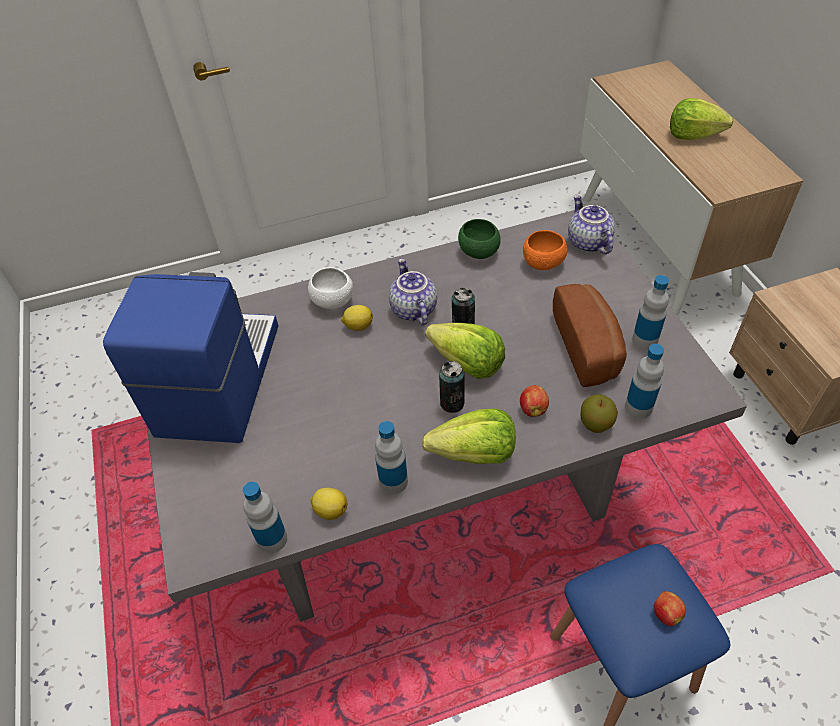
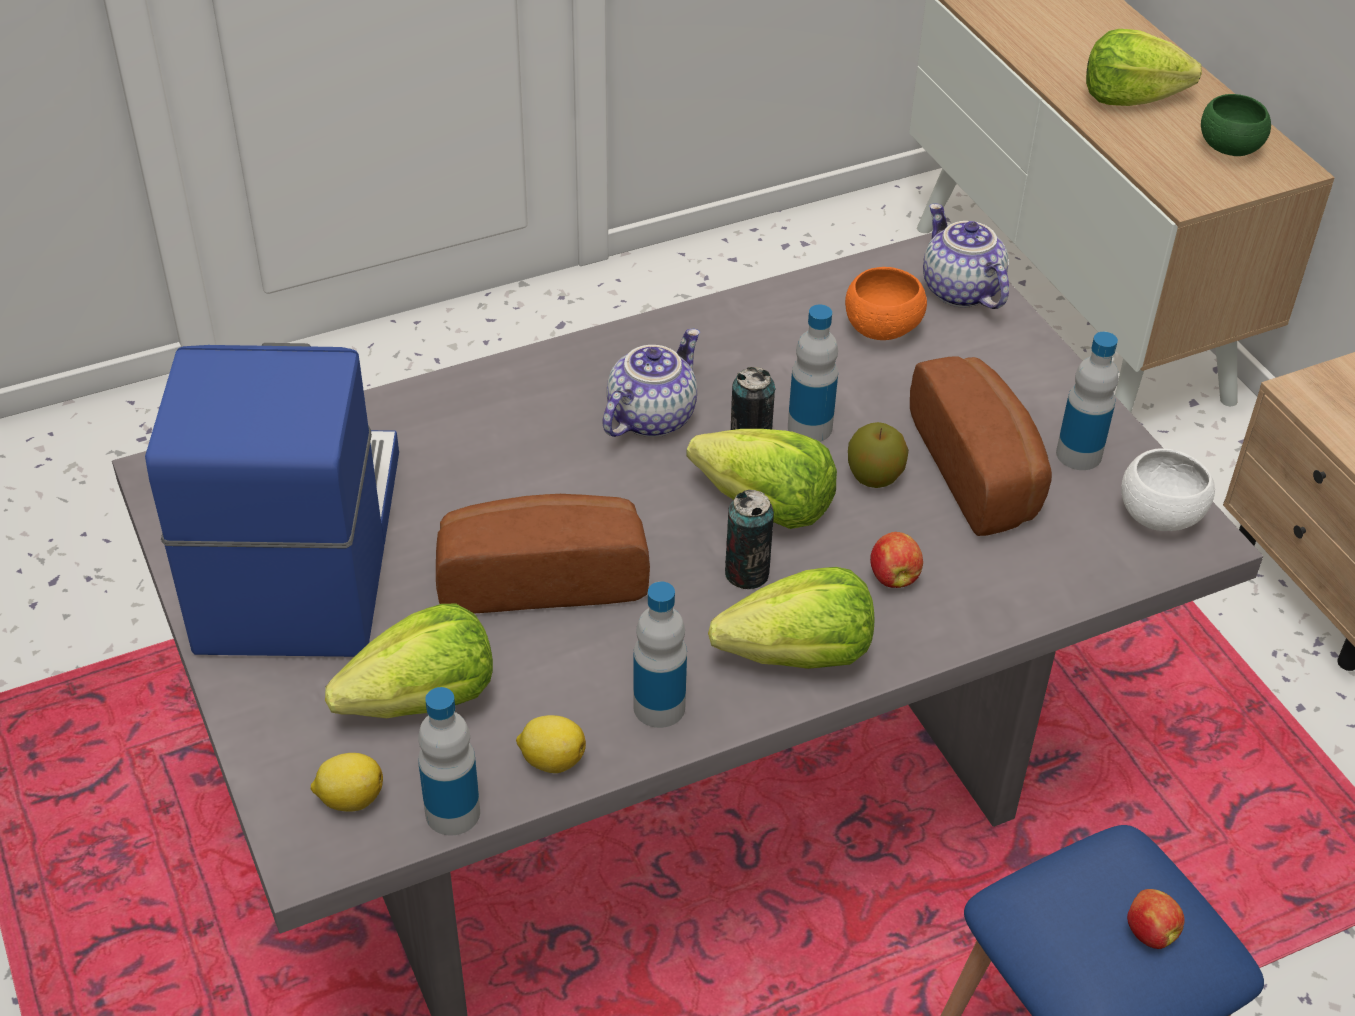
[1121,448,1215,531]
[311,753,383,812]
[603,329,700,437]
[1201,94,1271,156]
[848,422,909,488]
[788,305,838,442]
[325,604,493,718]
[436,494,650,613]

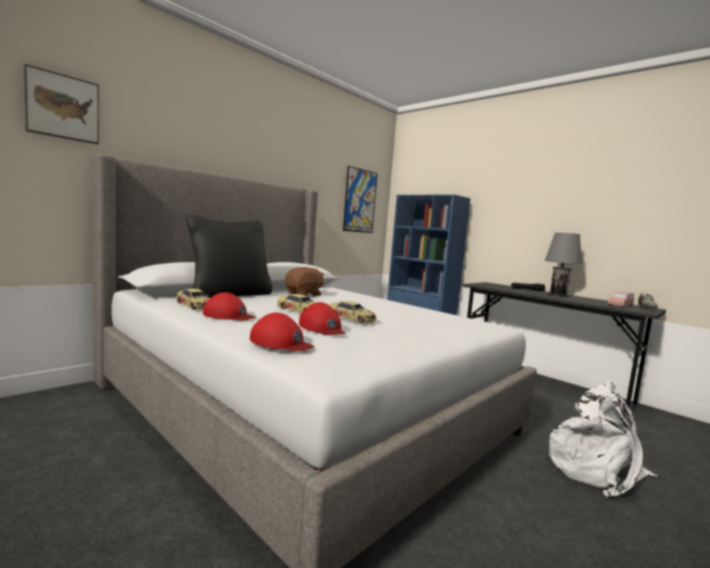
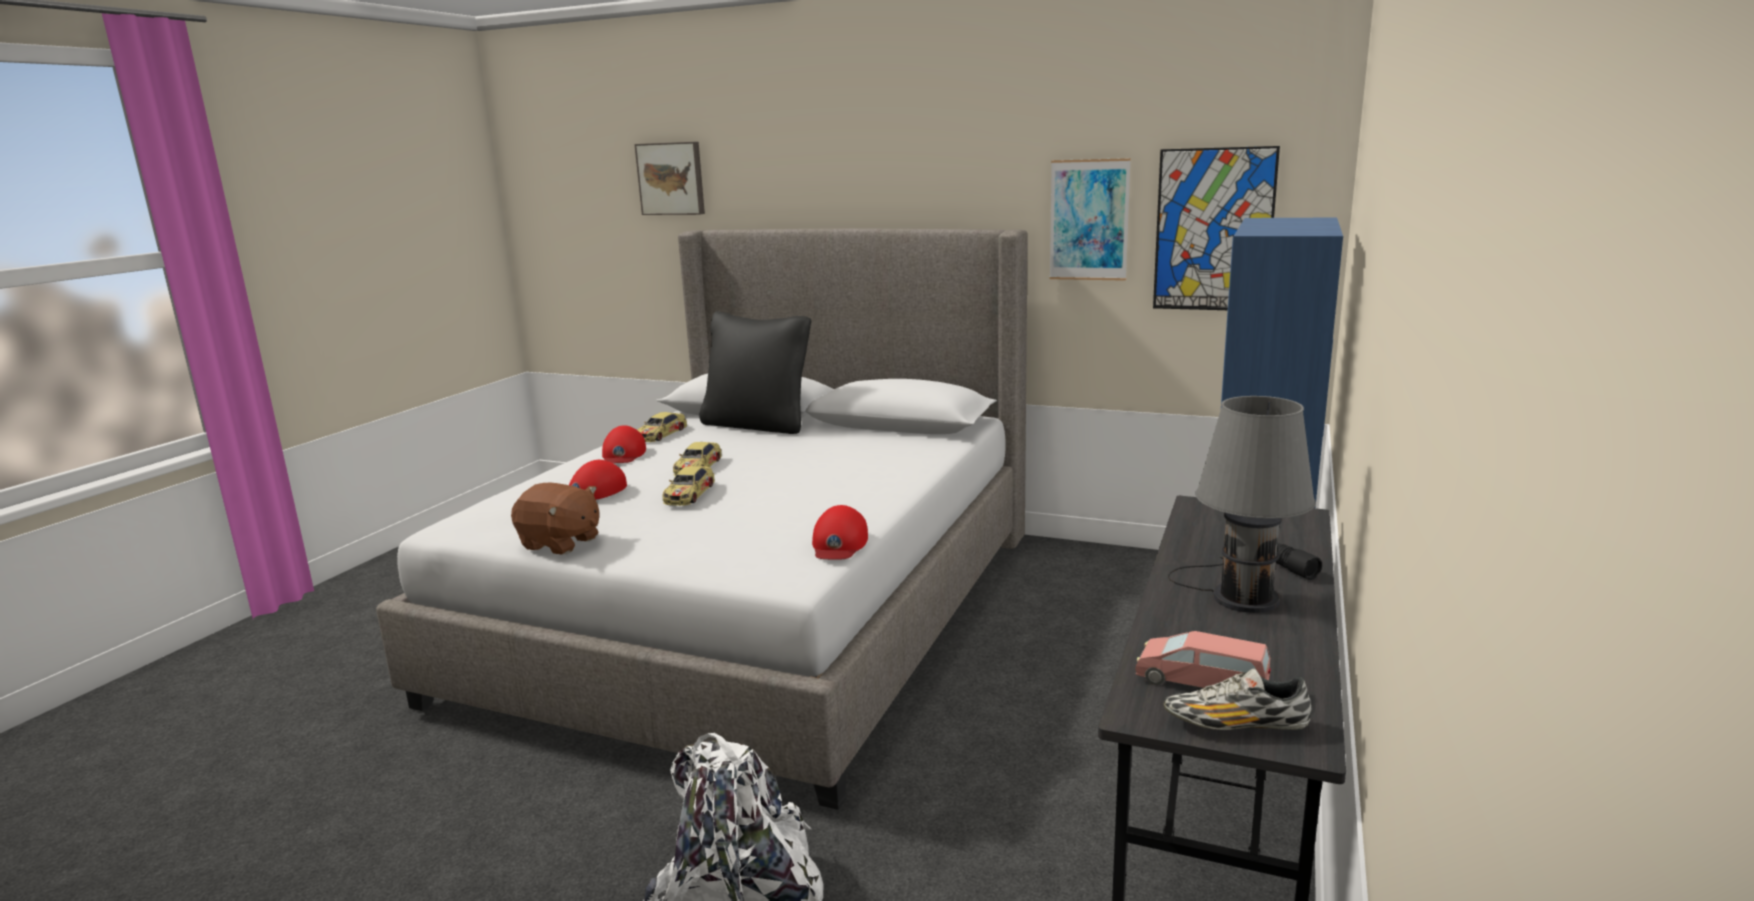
[812,505,868,560]
[511,483,599,554]
[1049,158,1131,281]

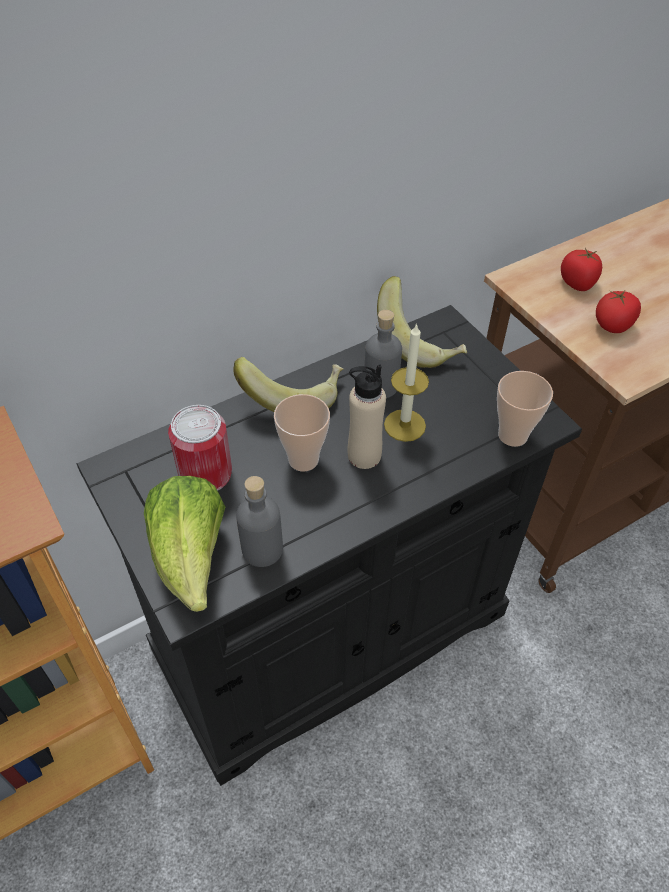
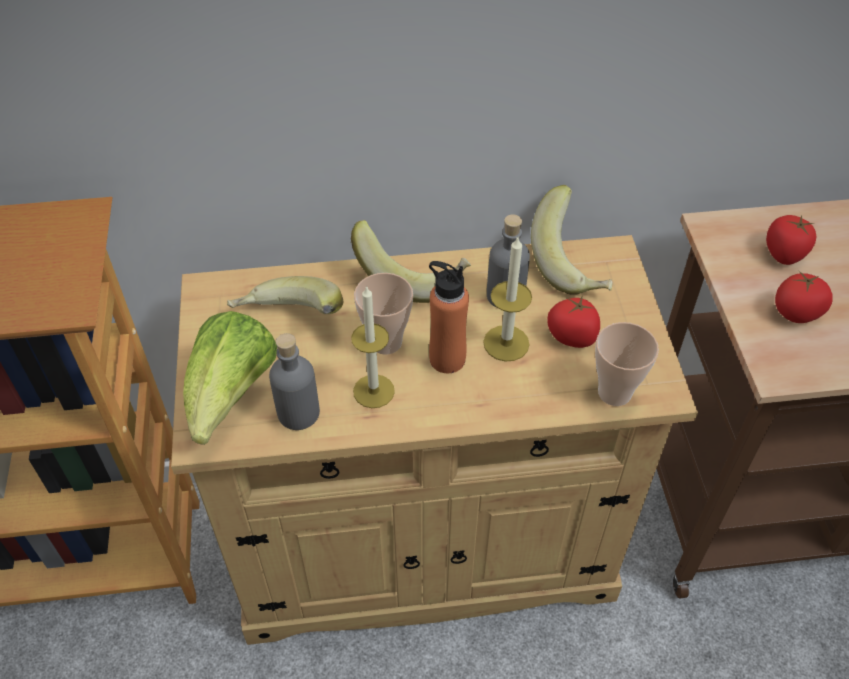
[171,235,698,645]
[227,276,343,314]
[429,261,469,373]
[351,285,395,408]
[547,296,600,348]

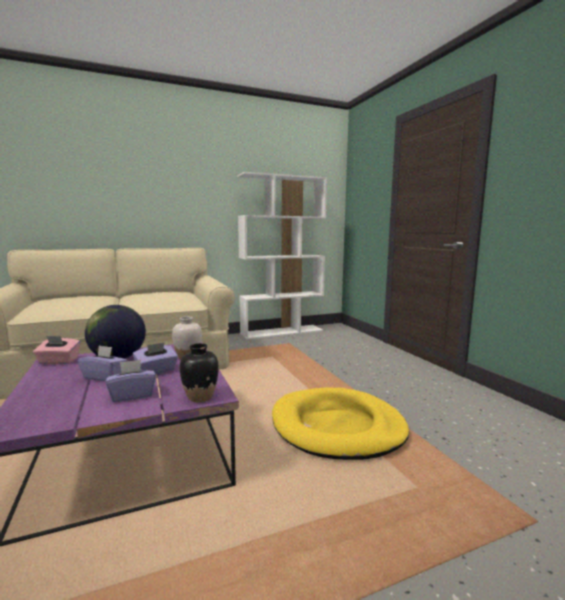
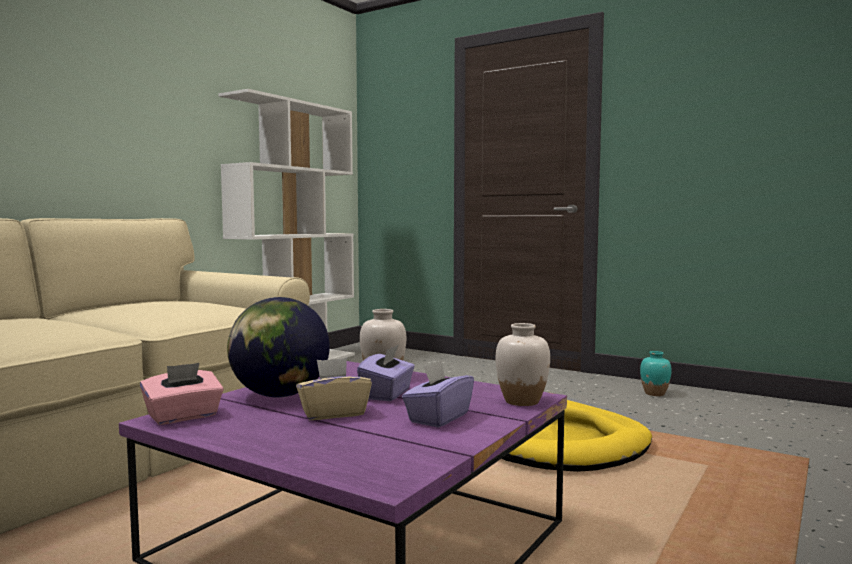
[296,358,372,420]
[496,323,550,406]
[640,351,672,396]

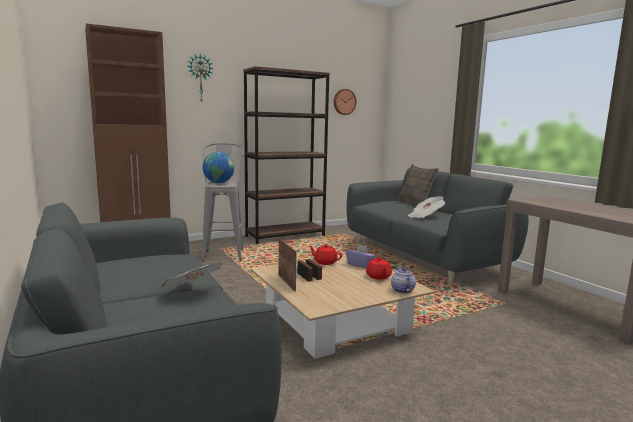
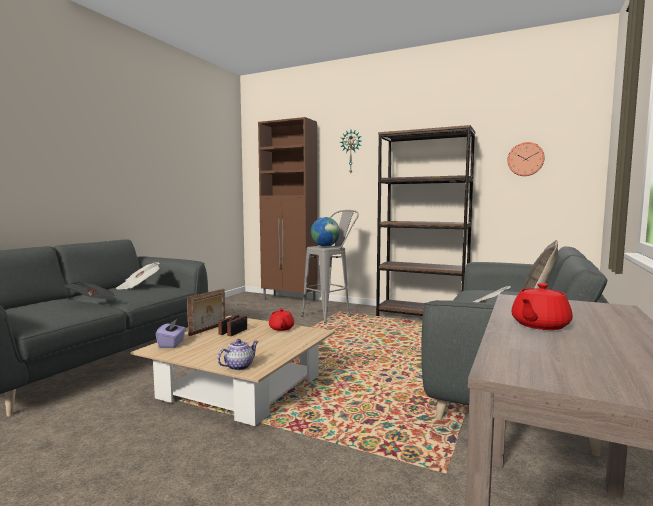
[156,319,186,348]
[512,283,573,330]
[116,262,160,290]

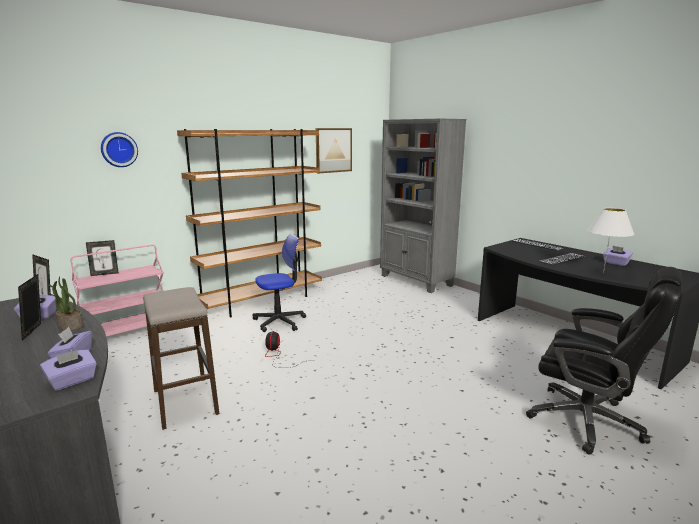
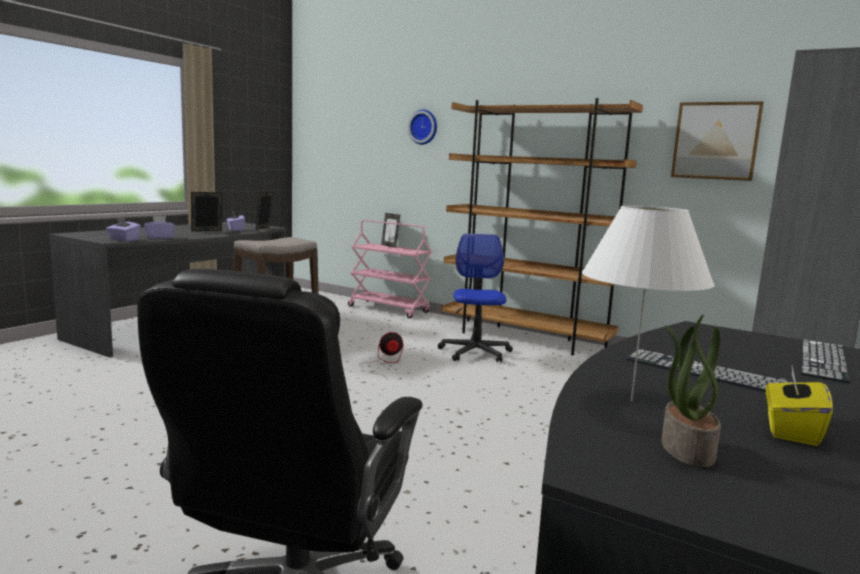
[661,315,721,468]
[438,233,513,362]
[766,366,833,446]

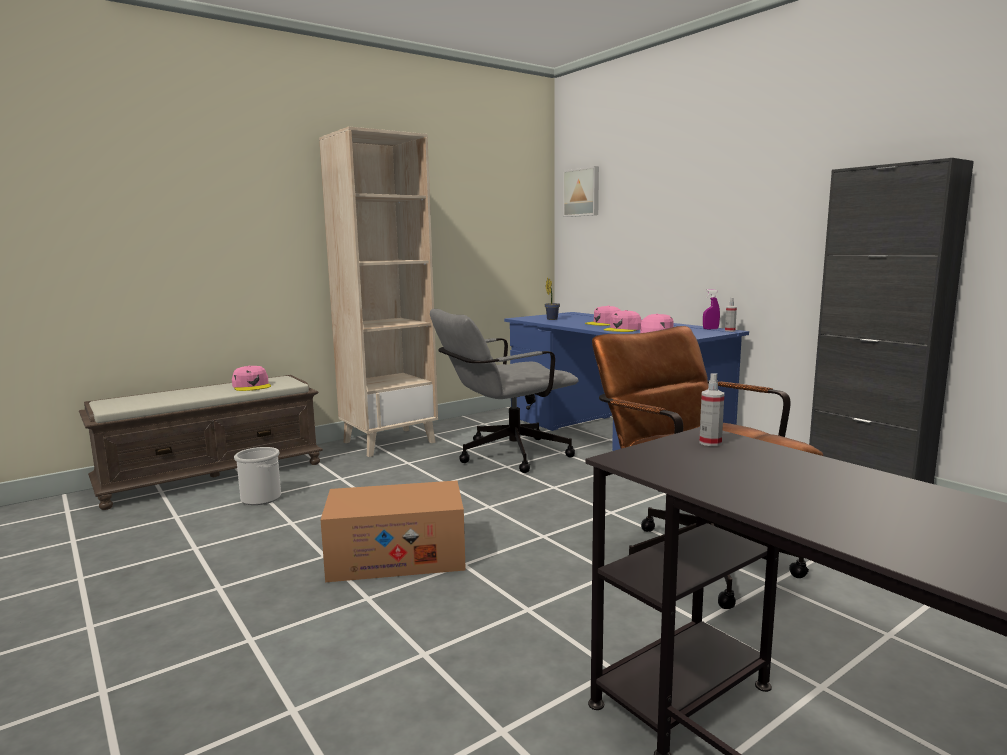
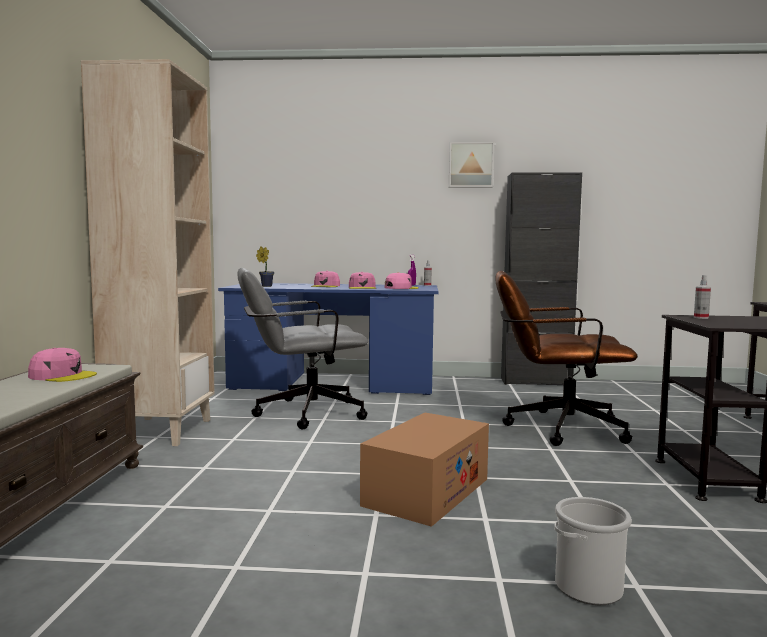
[554,497,632,605]
[237,268,368,430]
[449,142,494,188]

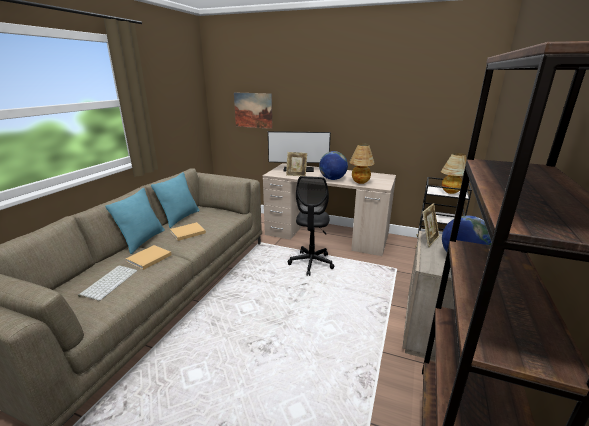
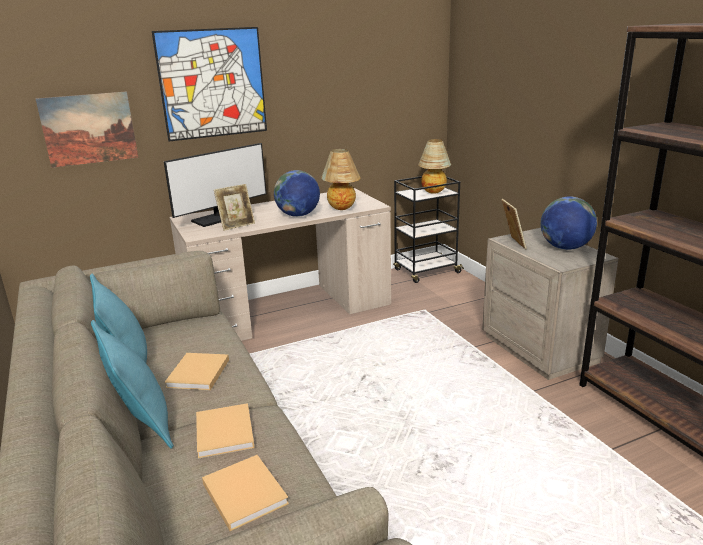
[202,455,289,531]
[288,176,334,276] (first image)
[152,27,267,141]

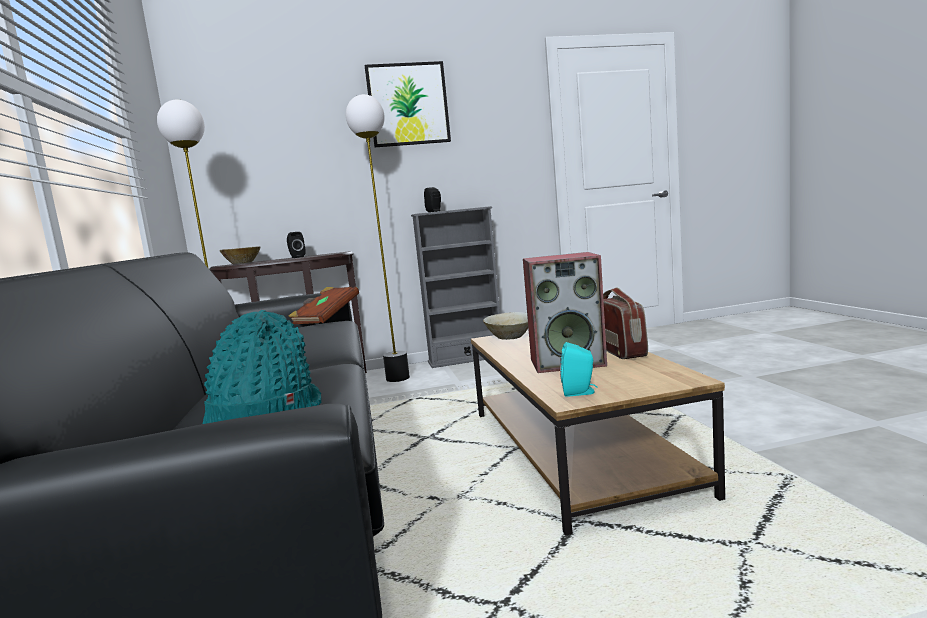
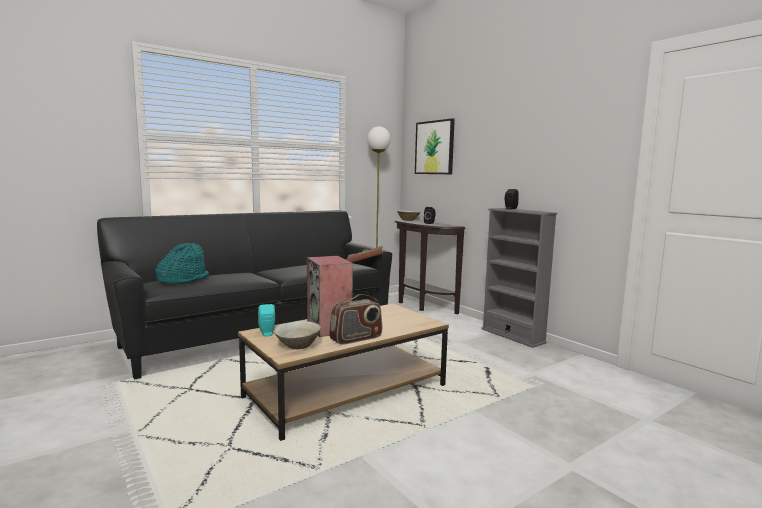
[346,94,410,382] (first image)
[415,118,455,174]
[274,321,321,349]

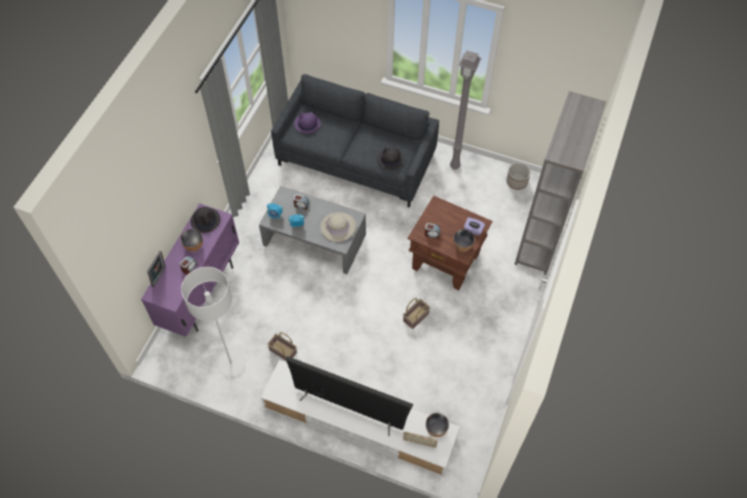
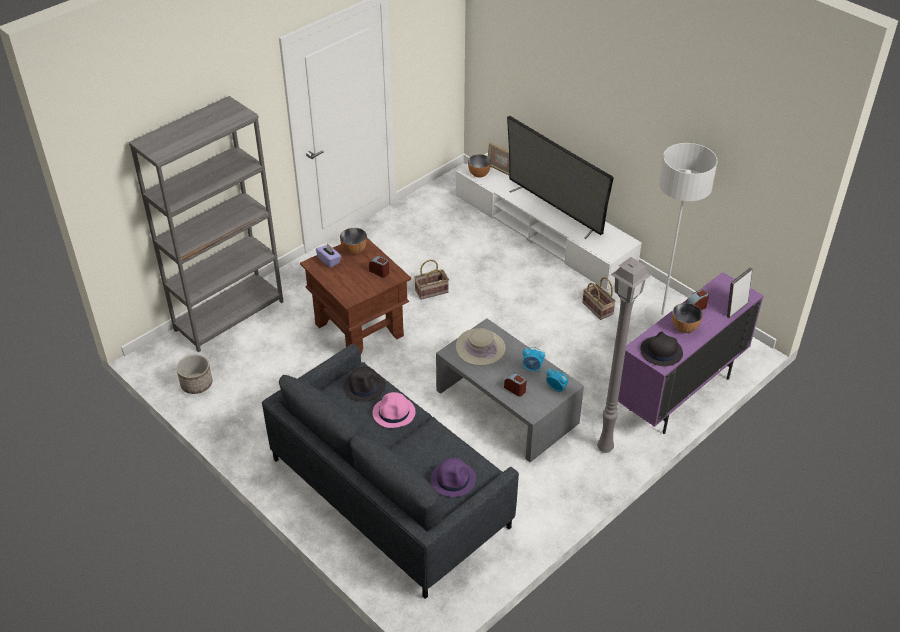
[597,257,651,453]
[373,392,416,428]

